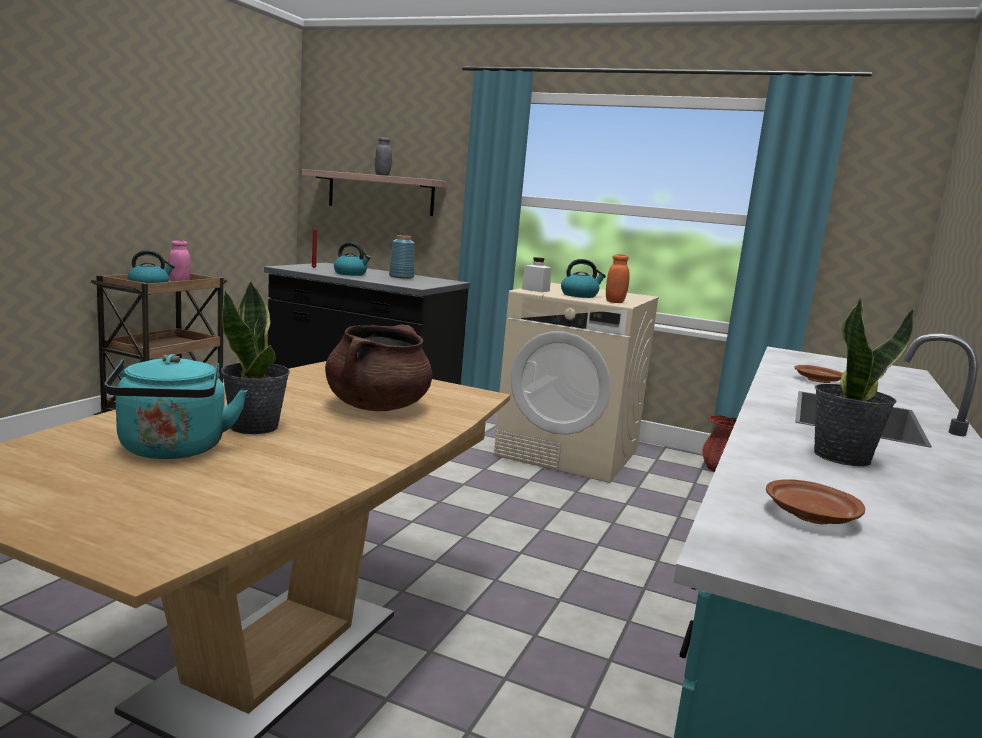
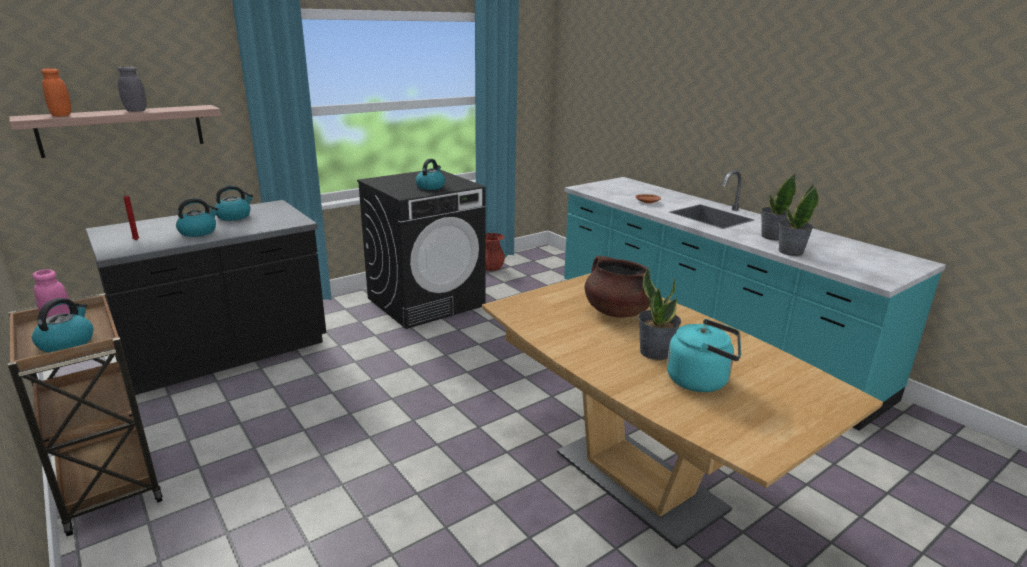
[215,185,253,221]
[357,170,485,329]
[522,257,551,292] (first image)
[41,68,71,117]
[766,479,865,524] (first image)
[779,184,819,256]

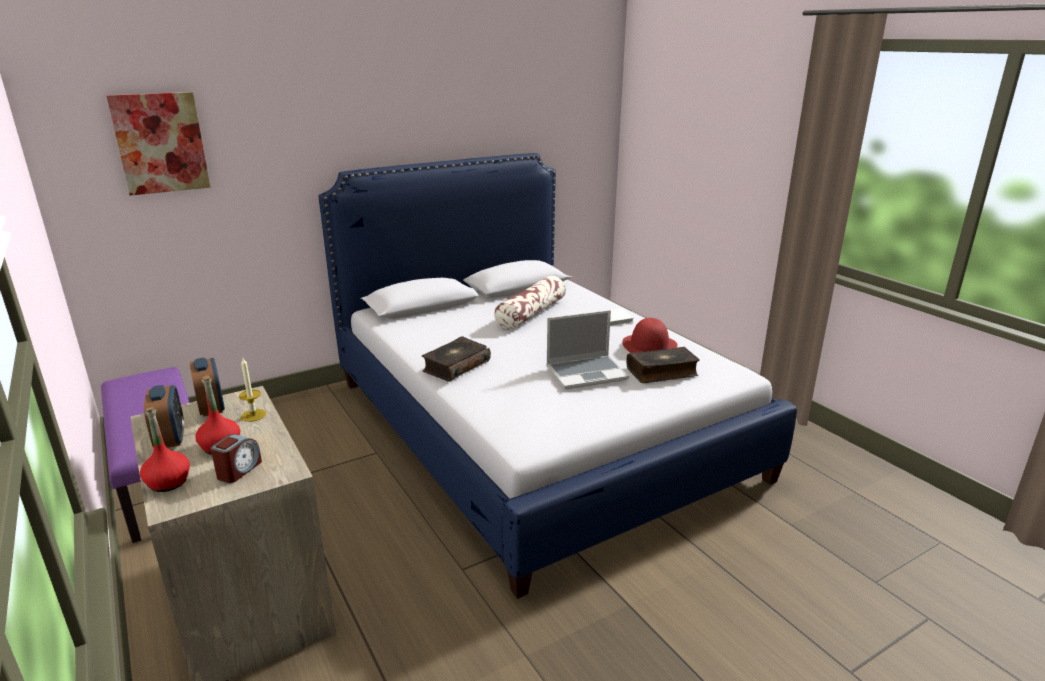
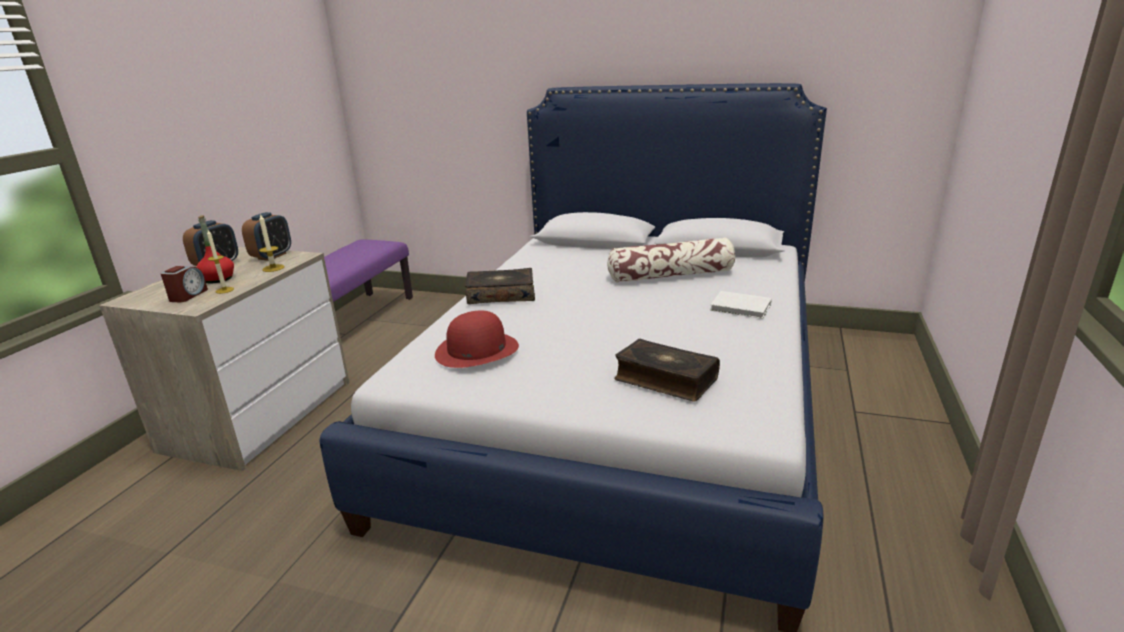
[106,92,211,196] (first image)
[140,407,190,492] (first image)
[161,266,208,302]
[546,310,629,389] (first image)
[435,311,519,368]
[207,230,234,294]

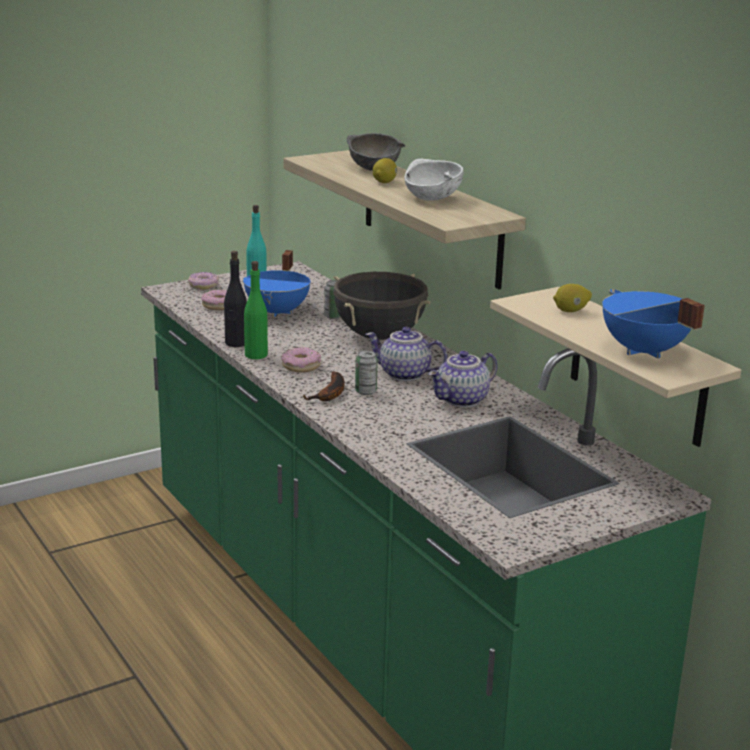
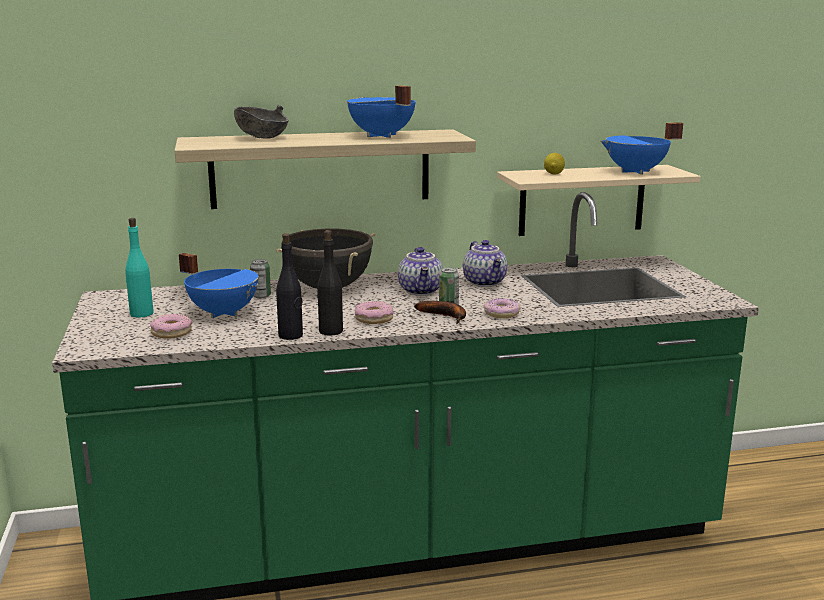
[484,298,521,318]
[317,230,343,335]
[398,247,443,296]
[373,158,397,183] (first image)
[347,85,415,138]

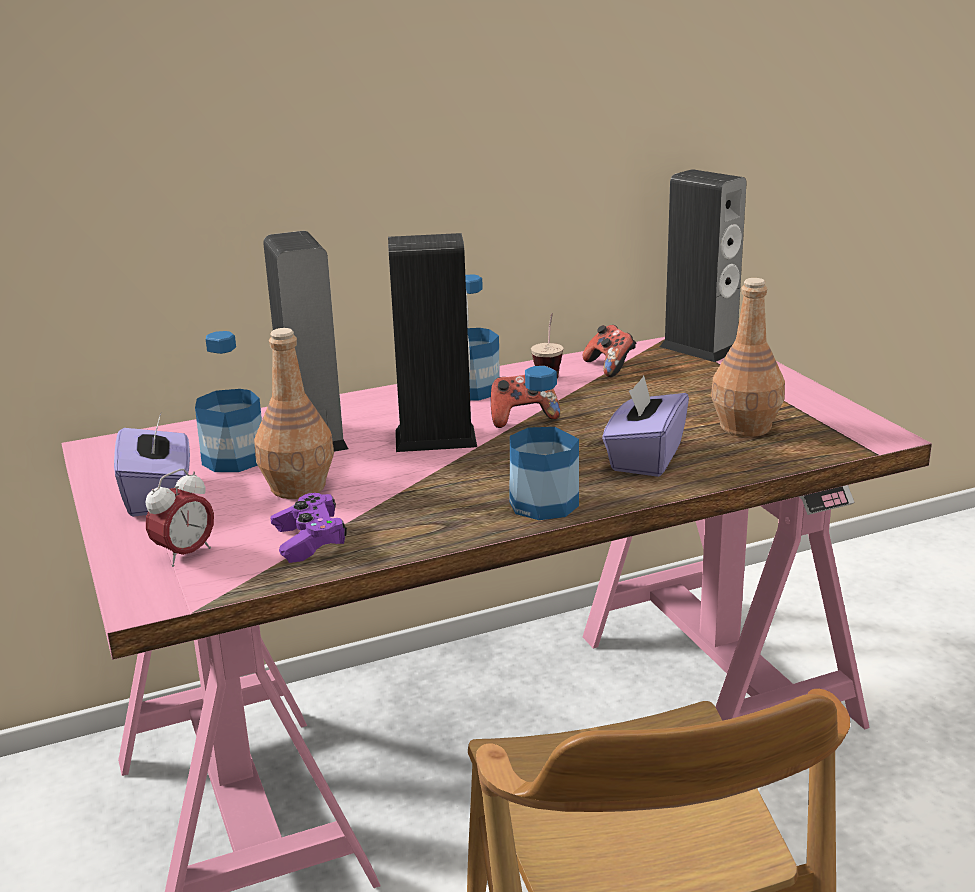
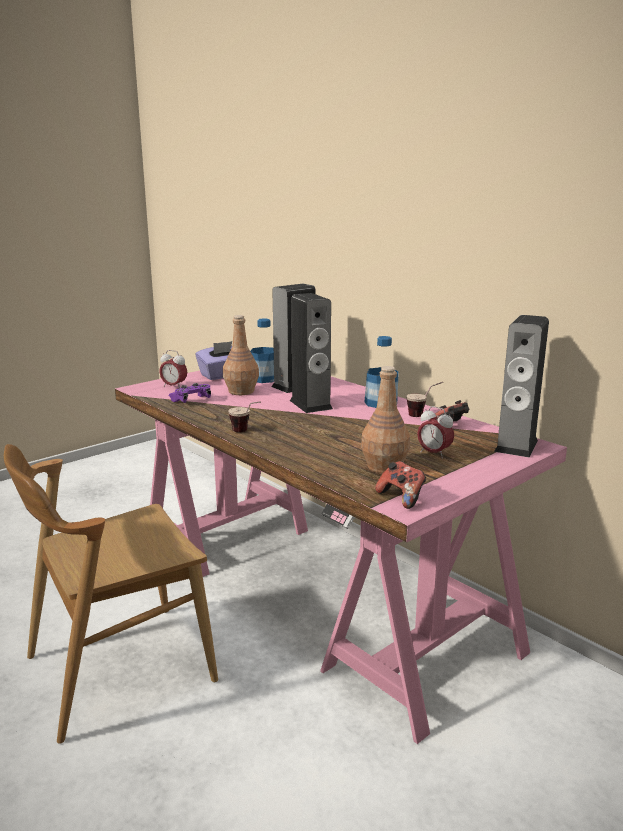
[375,461,426,509]
[228,401,261,432]
[602,376,689,477] (first image)
[417,406,454,459]

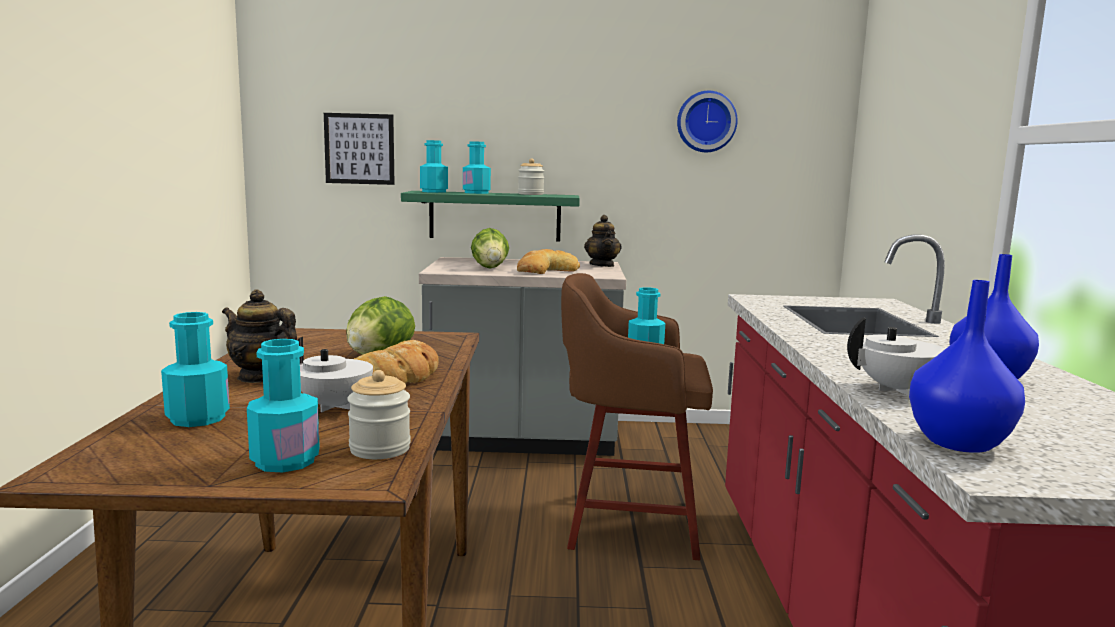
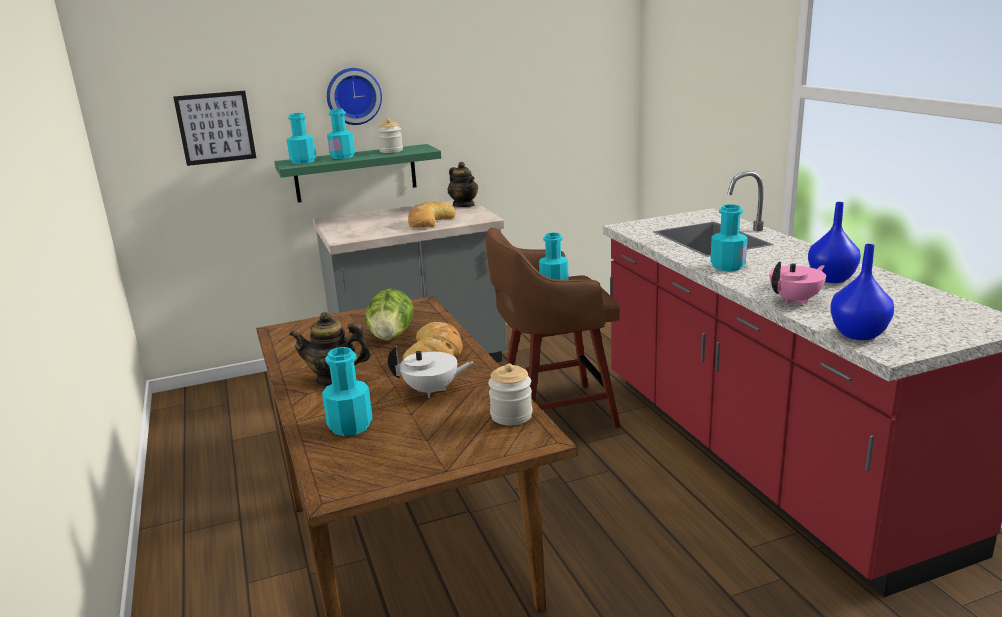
[710,204,747,271]
[471,228,509,268] (first image)
[327,68,382,125]
[769,262,826,305]

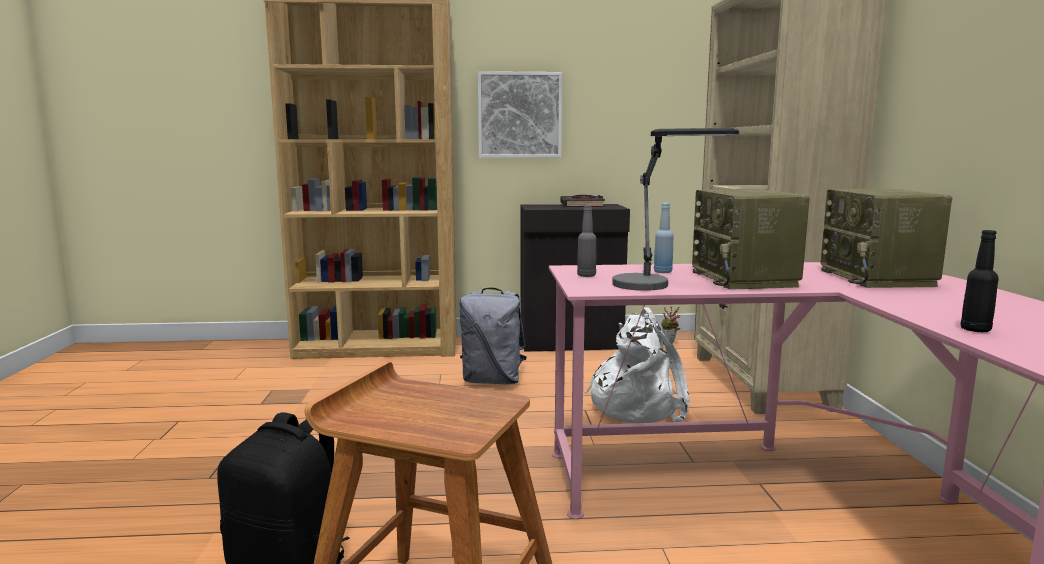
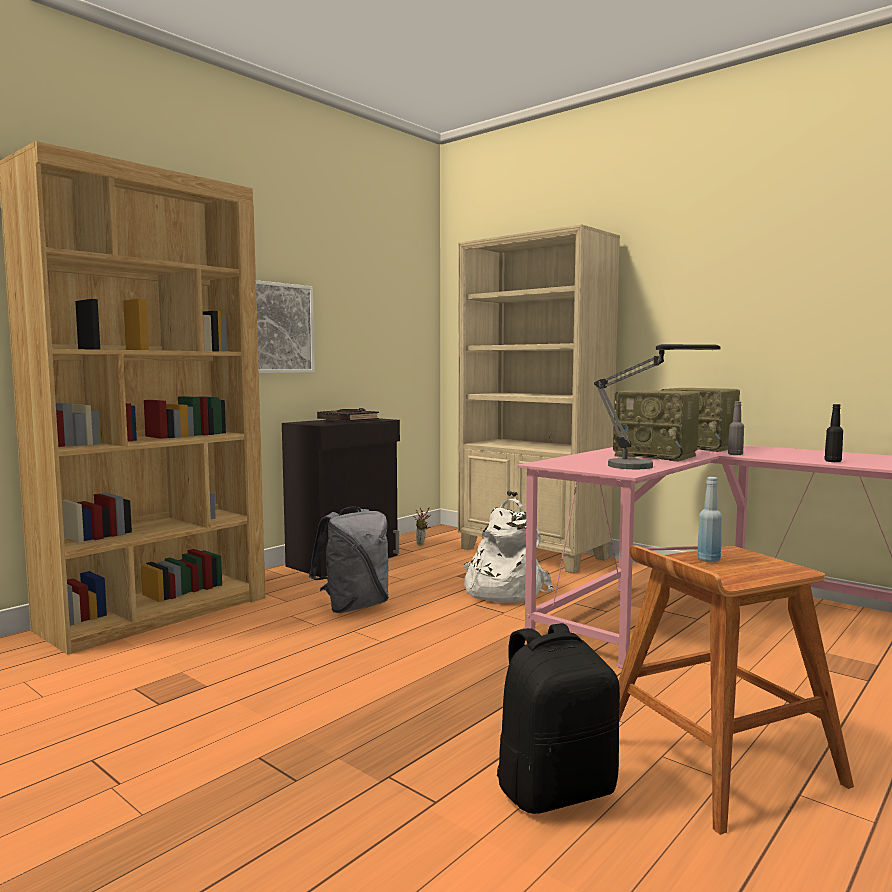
[728,401,744,455]
[697,477,722,562]

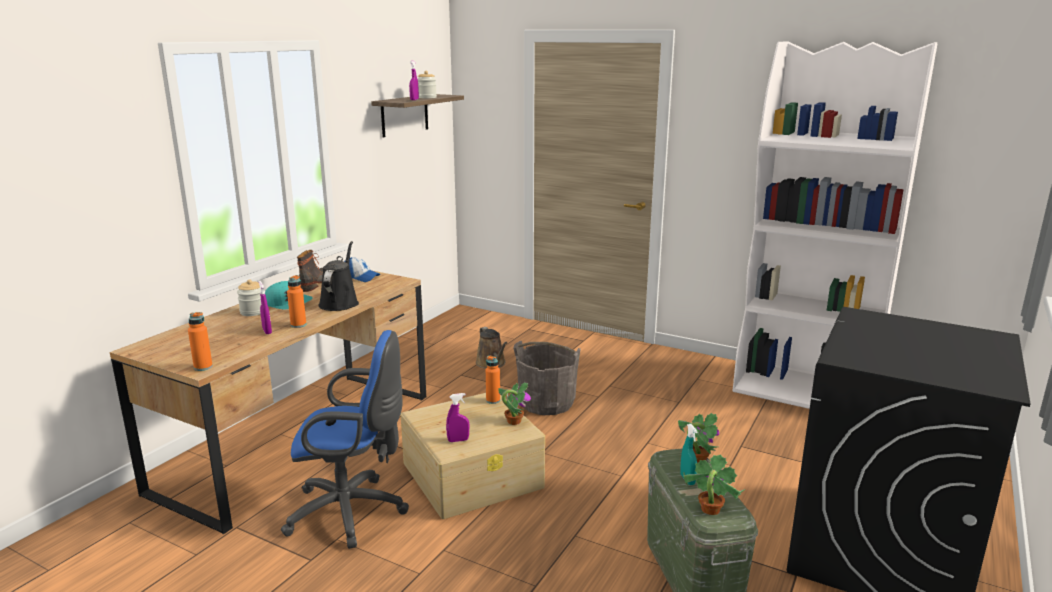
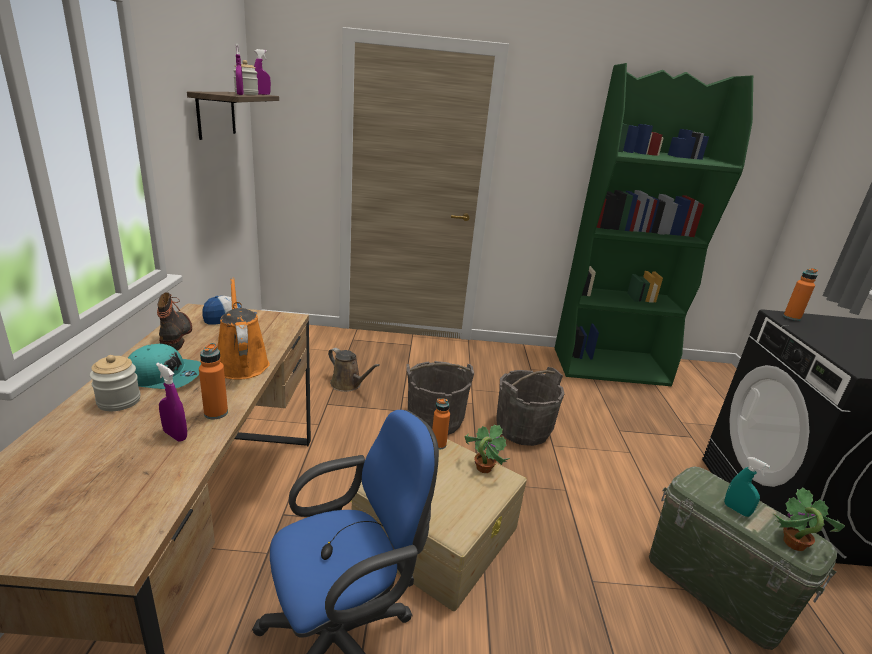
[783,268,818,321]
[217,278,270,380]
[254,49,271,95]
[678,413,719,463] (first image)
[555,63,753,386]
[497,367,564,446]

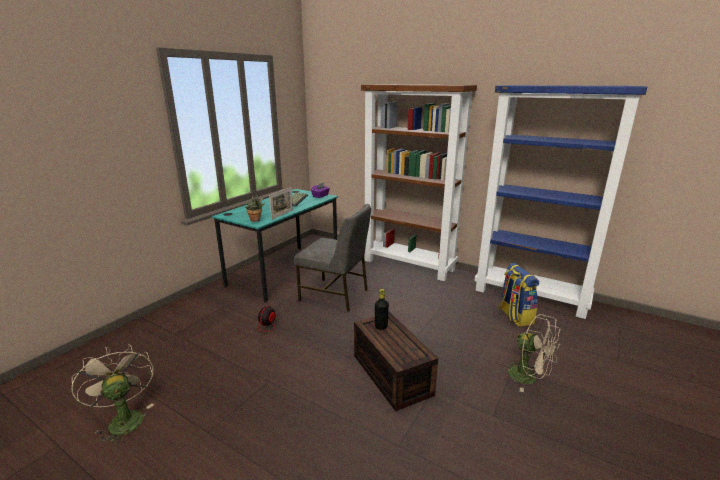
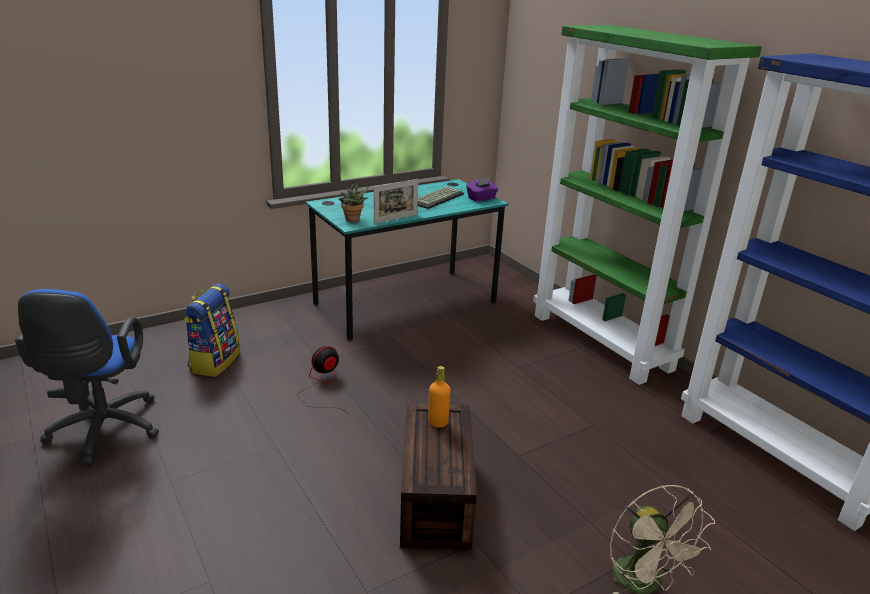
[15,289,159,466]
[294,204,371,312] (first image)
[533,25,762,385]
[428,366,451,428]
[183,284,240,377]

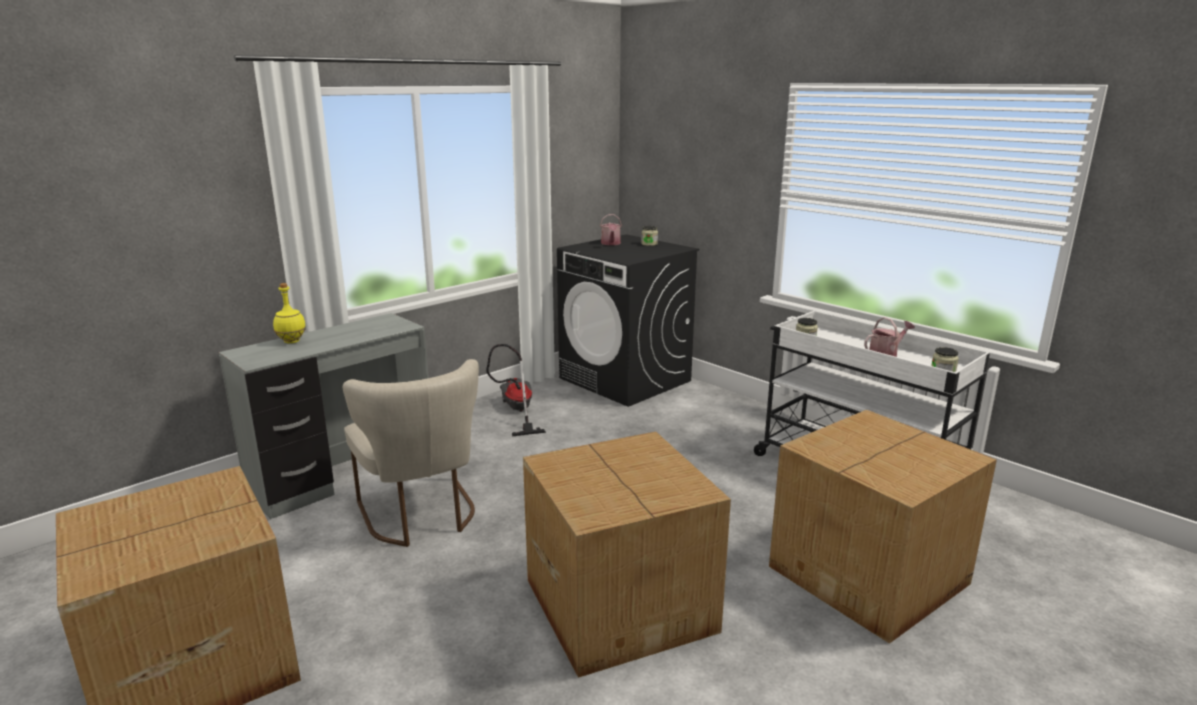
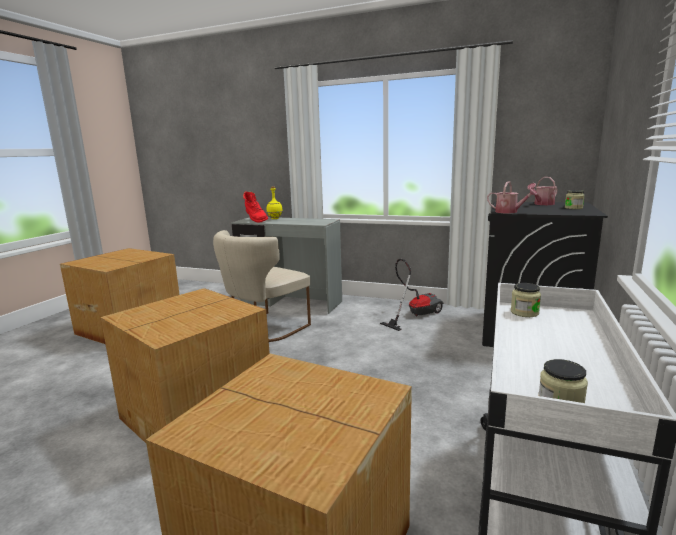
[487,182,537,213]
[243,191,268,223]

